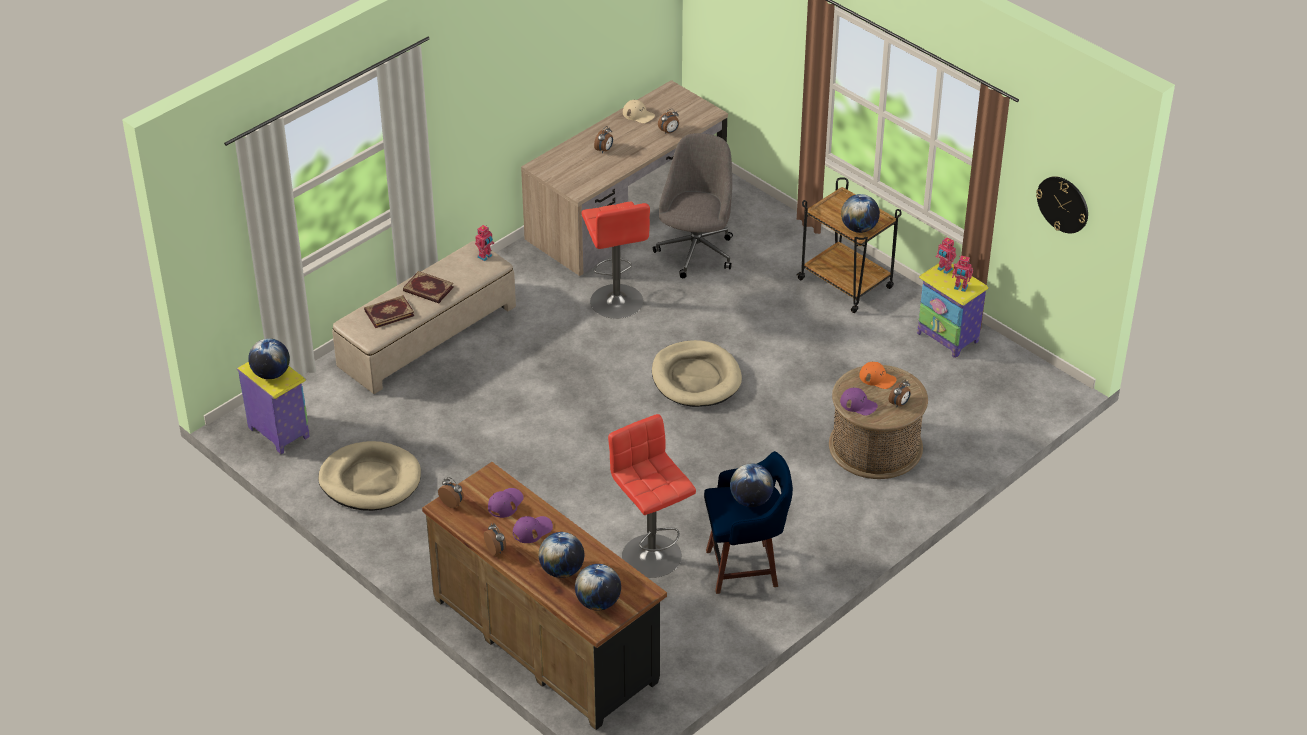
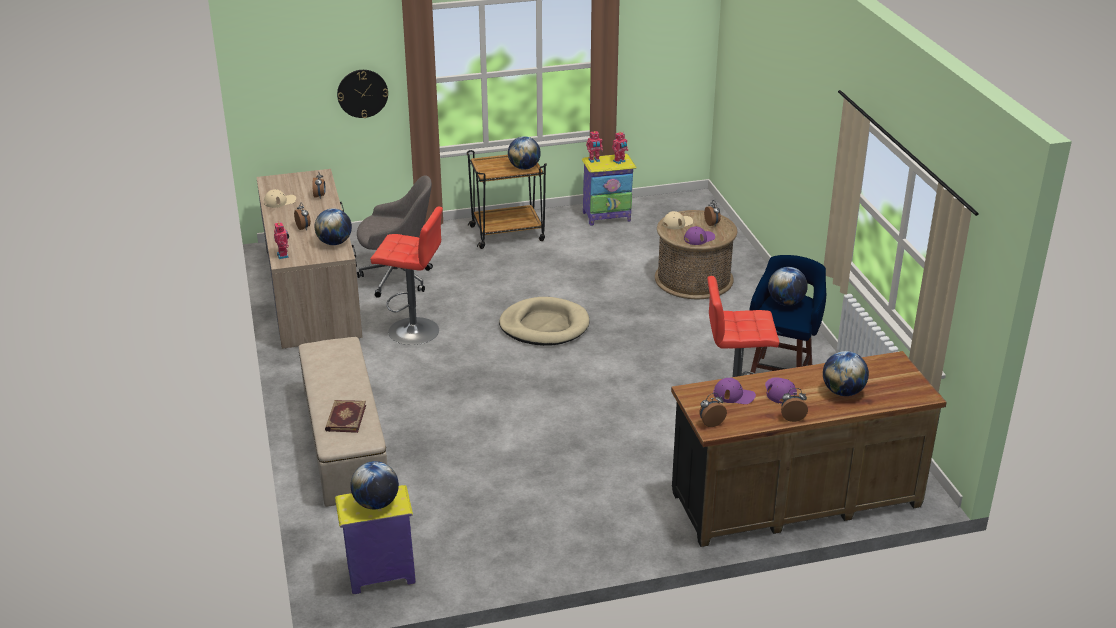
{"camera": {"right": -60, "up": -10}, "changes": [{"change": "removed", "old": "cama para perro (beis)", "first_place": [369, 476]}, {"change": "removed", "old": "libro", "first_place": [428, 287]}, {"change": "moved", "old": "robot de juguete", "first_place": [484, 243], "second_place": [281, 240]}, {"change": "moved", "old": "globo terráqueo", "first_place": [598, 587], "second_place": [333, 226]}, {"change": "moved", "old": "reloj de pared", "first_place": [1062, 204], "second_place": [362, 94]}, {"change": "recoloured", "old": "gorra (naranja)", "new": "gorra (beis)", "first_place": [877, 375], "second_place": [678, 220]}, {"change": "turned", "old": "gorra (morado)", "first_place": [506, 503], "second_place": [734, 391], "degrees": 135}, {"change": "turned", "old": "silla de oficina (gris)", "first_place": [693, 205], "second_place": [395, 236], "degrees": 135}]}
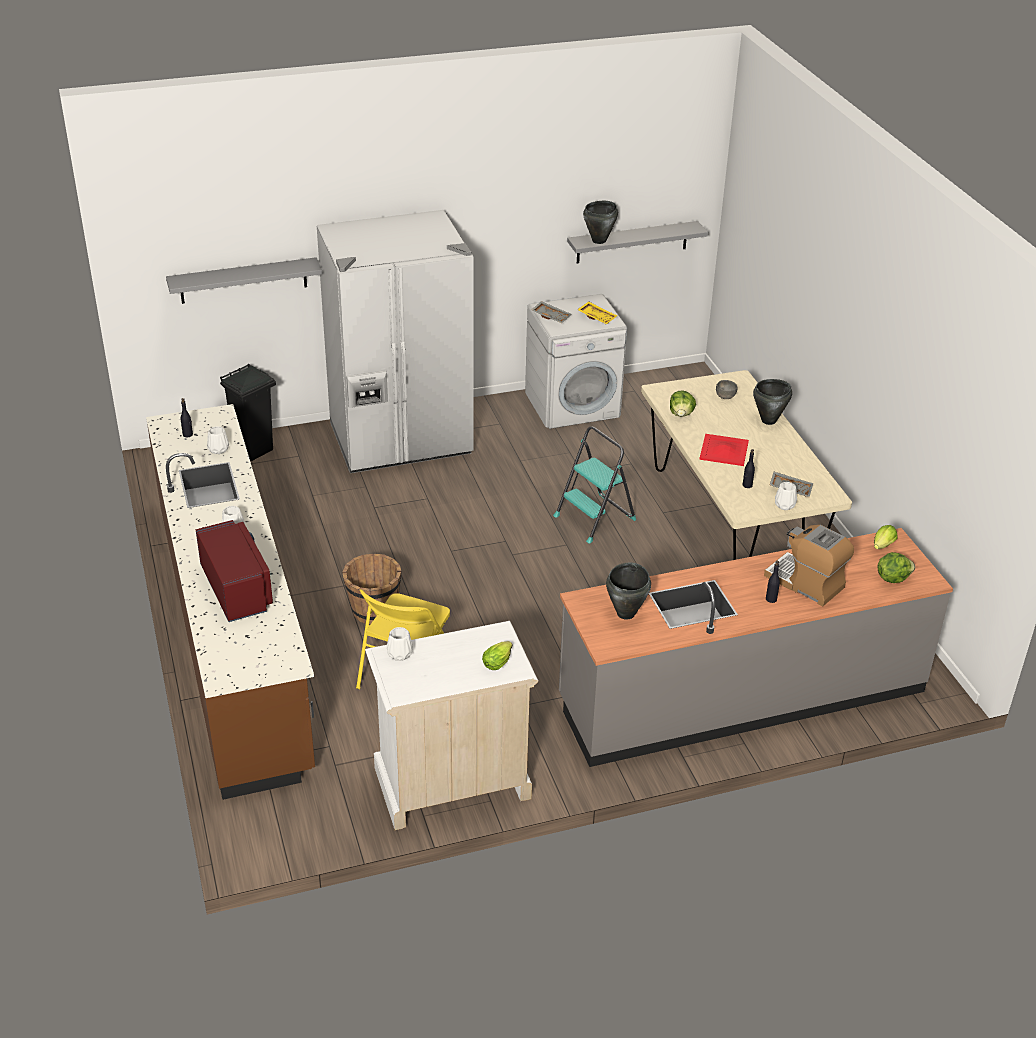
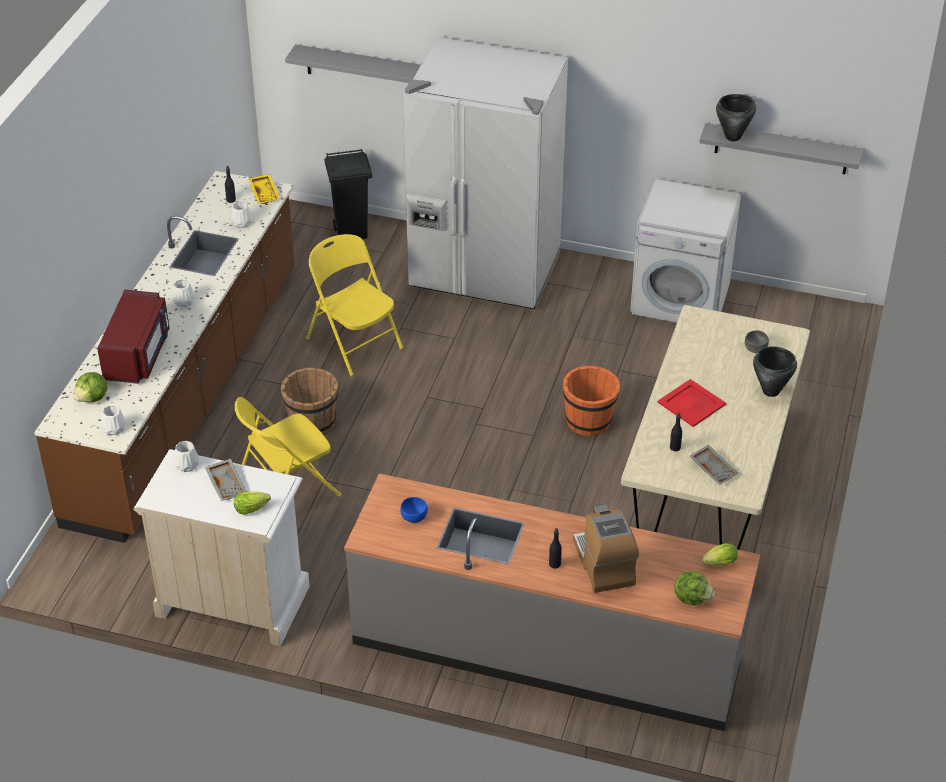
{"camera": {"right": 35, "up": 5}, "changes": [{"change": "added", "new": "silla (amarillo)", "second_place": [354, 305]}, {"change": "moved", "old": "bandeja (gris)", "first_place": [551, 312], "second_place": [226, 480]}, {"change": "moved", "old": "bandeja (amarillo)", "first_place": [597, 313], "second_place": [264, 189]}, {"change": "moved", "old": "lechuga", "first_place": [683, 403], "second_place": [90, 387]}, {"change": "moved", "old": "florero (blanco)", "first_place": [786, 496], "second_place": [114, 420]}, {"change": "replaced", "old": "escalera de tijera (turquesa)", "new": "cubo (naranja)", "first_place": [594, 484], "second_place": [591, 400]}, {"change": "replaced", "old": "olla (negro)", "new": "cuenco (azul)", "first_place": [628, 591], "second_place": [414, 510]}]}
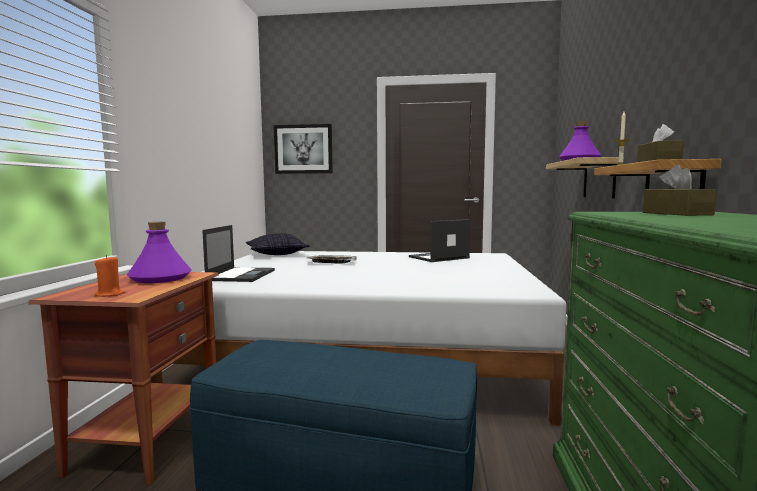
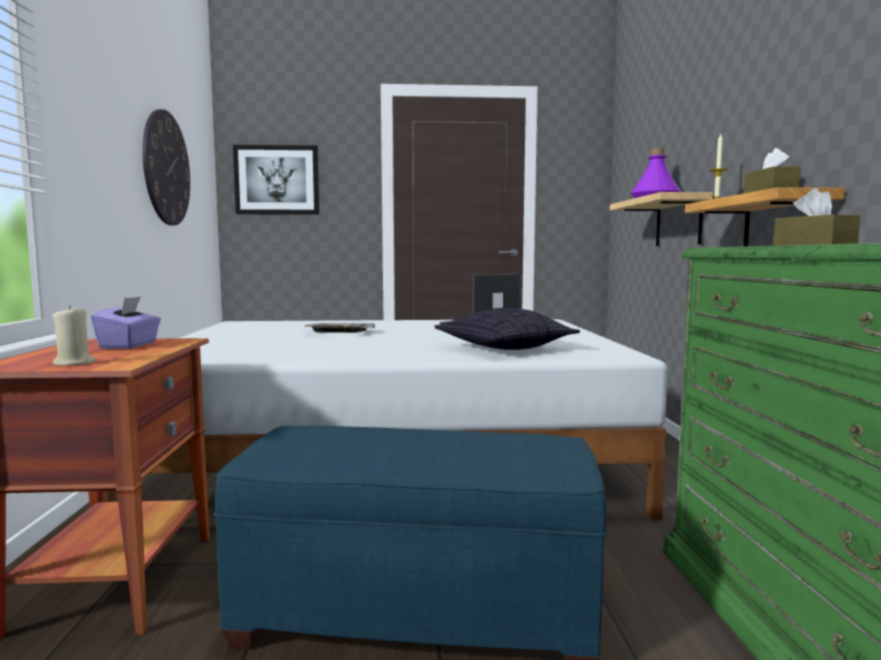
{"camera": {"right": -10, "up": 0}, "changes": [{"change": "removed", "old": "portátil", "first_place": [238, 253]}, {"change": "added", "new": "reloj de pared", "second_place": [166, 167]}, {"change": "moved", "old": "cojín", "first_place": [277, 244], "second_place": [507, 329]}, {"change": "replaced", "old": "botella (morado)", "new": "caja de pañuelos (morado)", "first_place": [159, 252], "second_place": [126, 322]}, {"change": "recoloured", "old": "vela (naranja)", "new": "vela (beis)", "first_place": [110, 276], "second_place": [74, 335]}]}
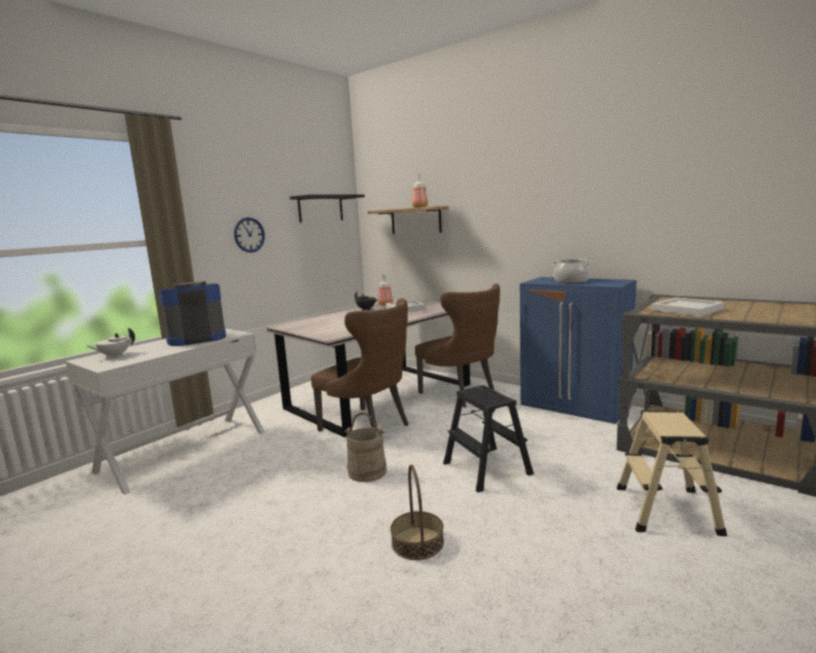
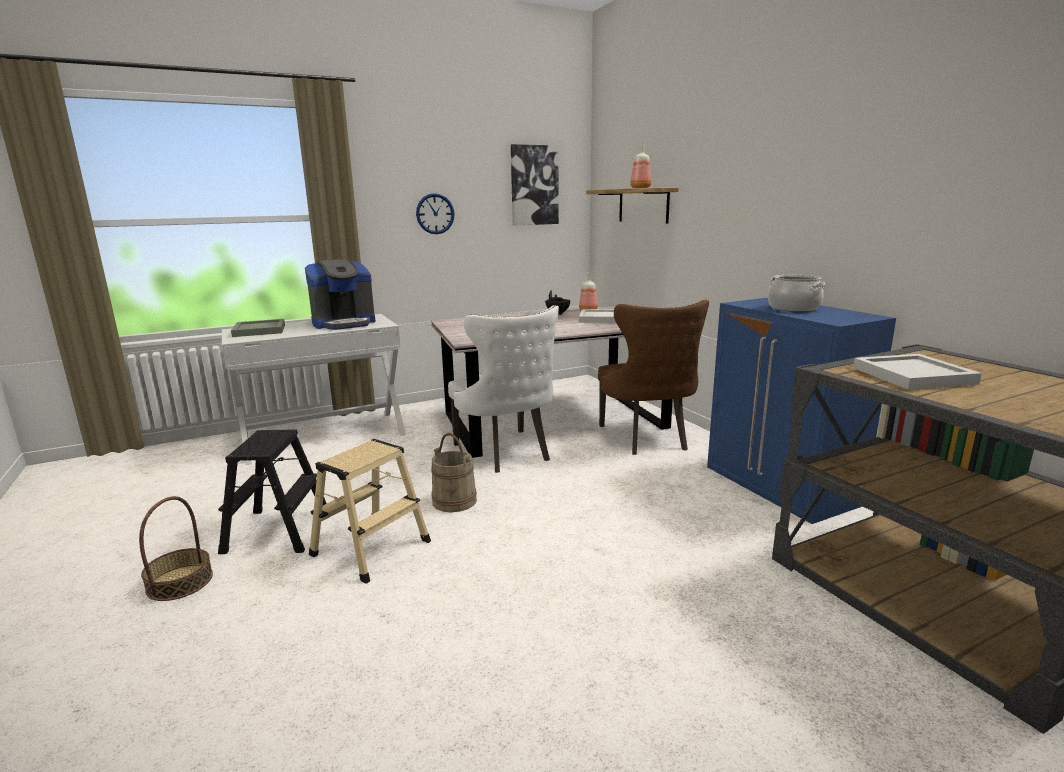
{"camera": {"right": 25, "up": 5}, "changes": [{"change": "moved", "old": "cesta", "first_place": [417, 512], "second_place": [176, 548]}, {"change": "moved", "old": "escalera de tijera (negro)", "first_place": [488, 438], "second_place": [272, 491]}, {"change": "moved", "old": "escalera de tijera (beis)", "first_place": [672, 473], "second_place": [370, 511]}, {"change": "replaced", "old": "tetera (blanco)", "new": "bandeja (gris)", "first_place": [111, 343], "second_place": [258, 328]}, {"change": "replaced", "old": "estante (negro)", "new": "cuadro", "first_place": [327, 209], "second_place": [535, 185]}, {"change": "recoloured", "old": "silla (marrón)", "new": "silla (blanco)", "first_place": [360, 365], "second_place": [503, 389]}, {"change": "turned", "old": "cafetera", "first_place": [192, 313], "second_place": [340, 294], "degrees": 150}]}
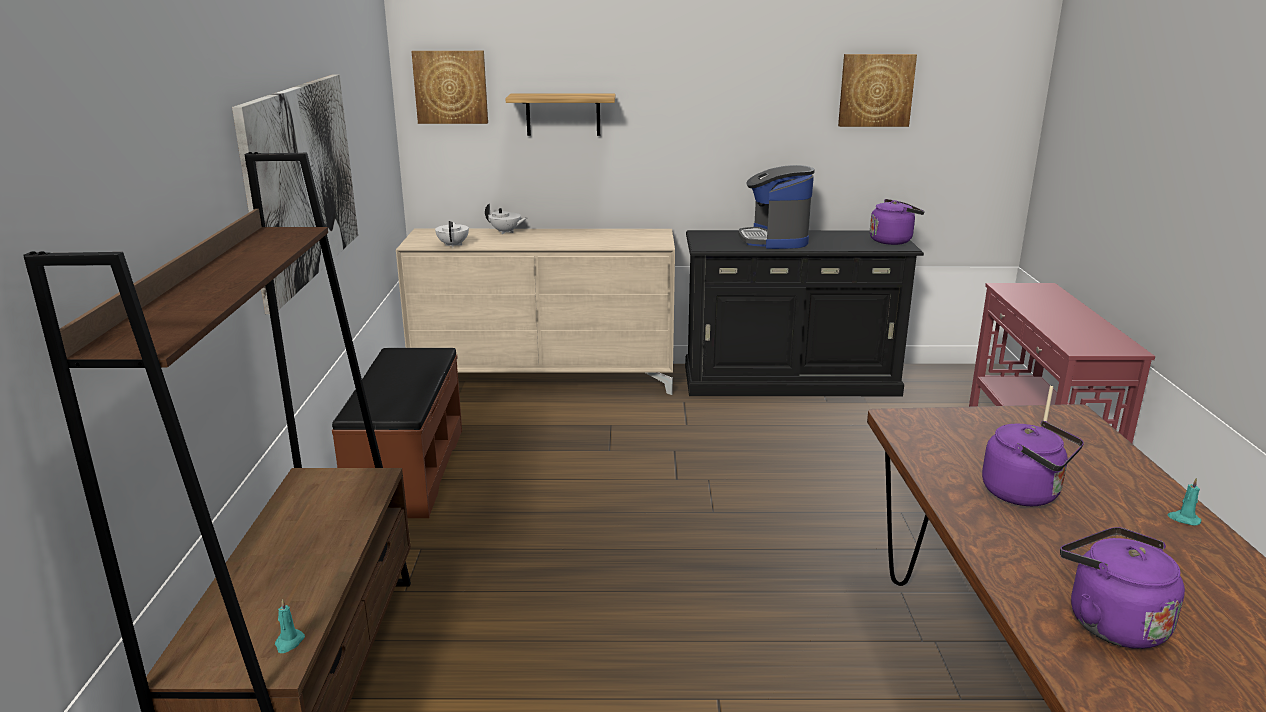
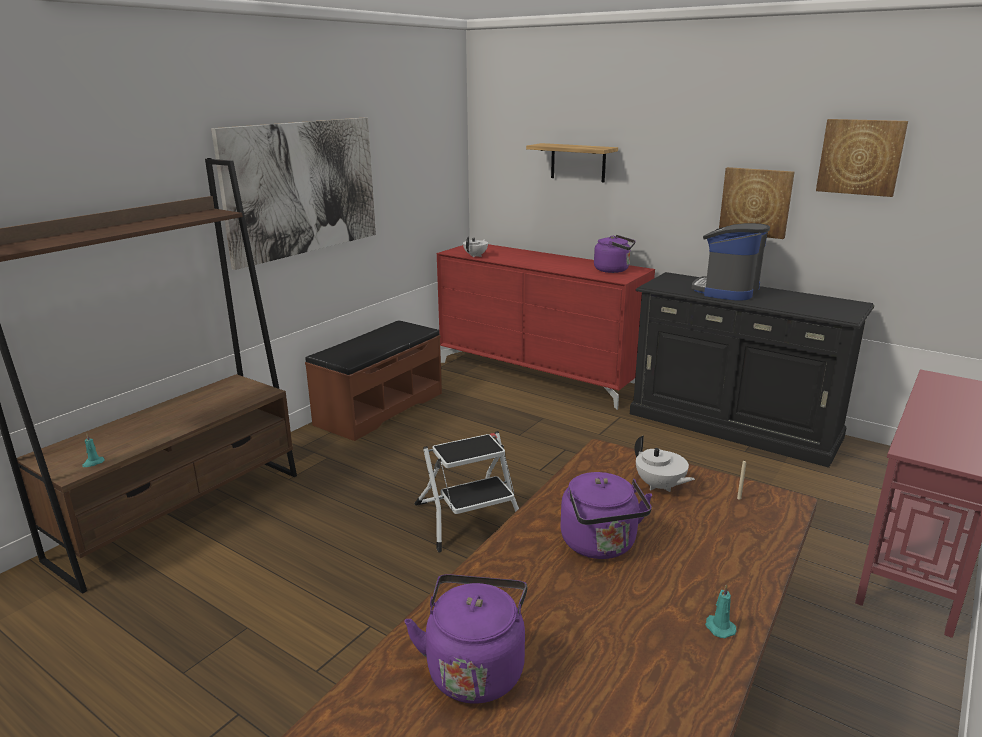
{"camera": {"right": 35, "up": 0}, "changes": [{"change": "added", "new": "escalera de tijera", "second_place": [466, 492]}, {"change": "moved", "old": "cuadro", "first_place": [449, 87], "second_place": [757, 203]}, {"change": "moved", "old": "tetera (blanco)", "first_place": [506, 218], "second_place": [665, 464]}, {"change": "moved", "old": "hervidor (morado)", "first_place": [897, 222], "second_place": [615, 254]}, {"change": "recoloured", "old": "cómoda (beis)", "new": "cómoda (rojo)", "first_place": [535, 312], "second_place": [546, 327]}]}
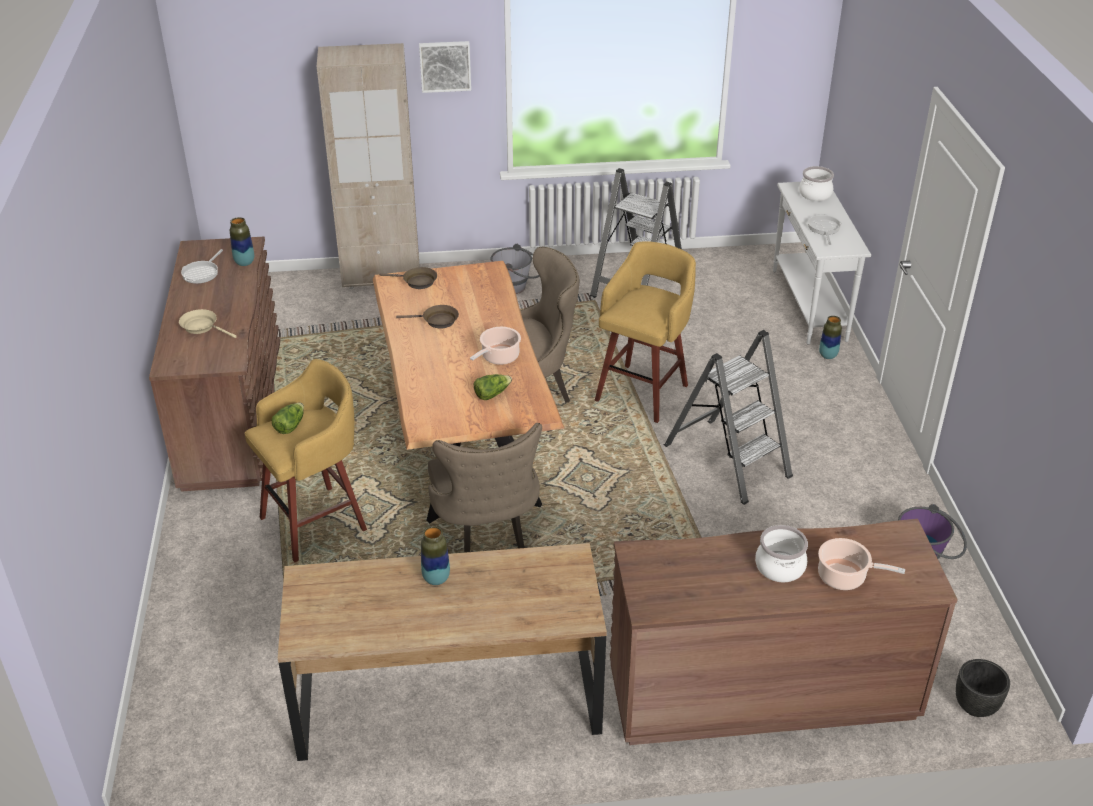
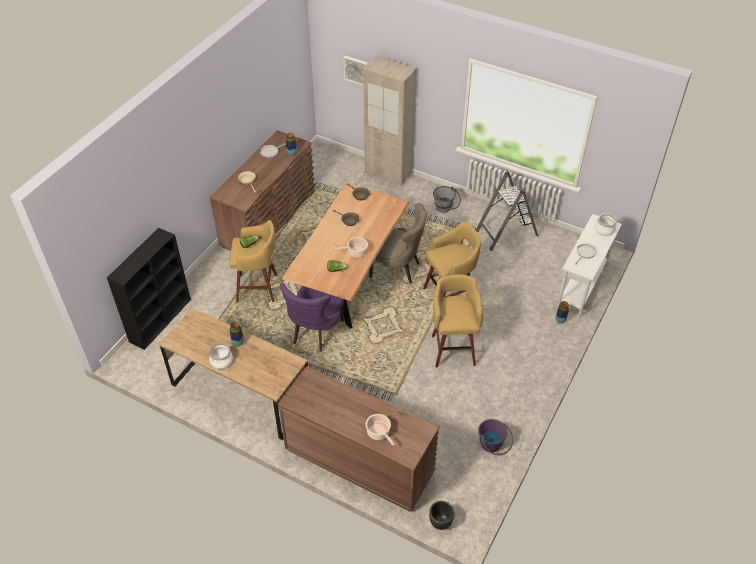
{"camera": {"right": 35, "up": 10}, "changes": [{"change": "added", "new": "estantería (negro)", "second_place": [149, 289]}, {"change": "moved", "old": "cuadro", "first_place": [445, 67], "second_place": [356, 70]}, {"change": "moved", "old": "olla", "first_place": [781, 553], "second_place": [221, 356]}, {"change": "replaced", "old": "escalera de tijera (gris)", "new": "taburete (amarillo)", "first_place": [728, 417], "second_place": [457, 321]}, {"change": "recoloured", "old": "silla (beis)", "new": "silla (morado)", "first_place": [485, 488], "second_place": [312, 317]}]}
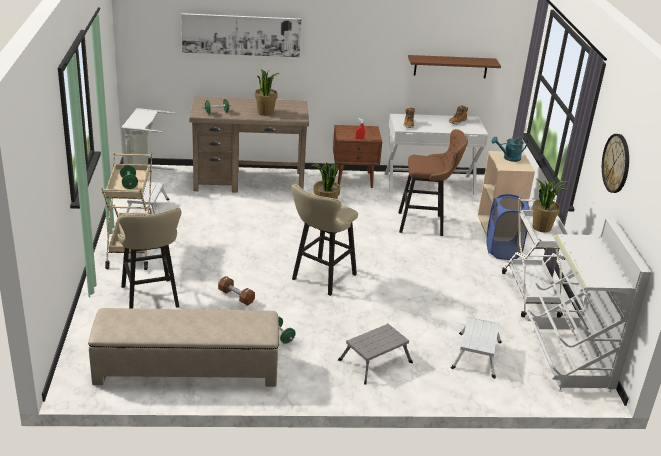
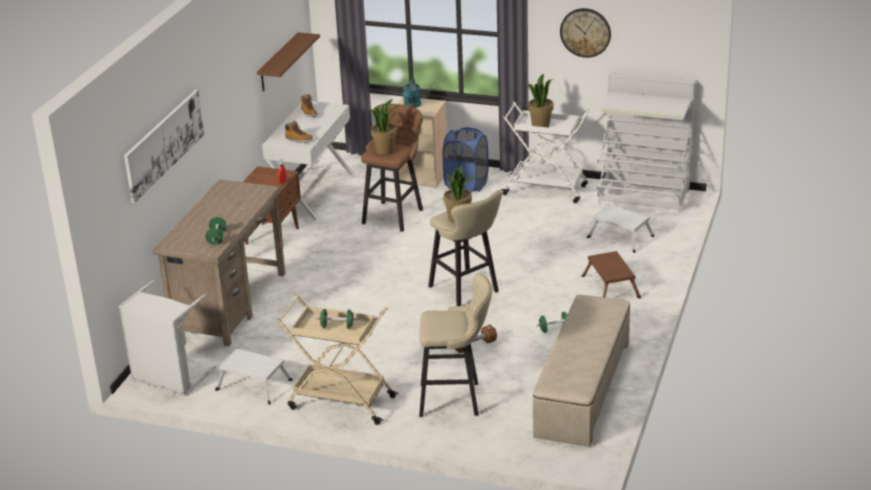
{"camera": {"right": -65, "up": 0}, "changes": [{"change": "moved", "old": "planta en maceta", "first_place": [267, 92], "second_place": [382, 127]}, {"change": "recoloured", "old": "escalera de tijera (gris)", "new": "escalera de tijera (marrón)", "first_place": [375, 353], "second_place": [611, 275]}]}
